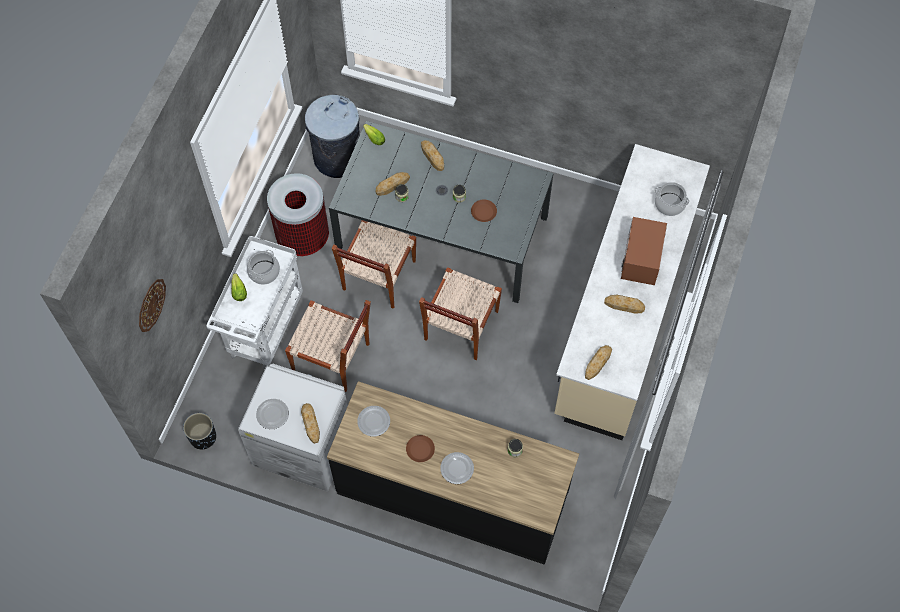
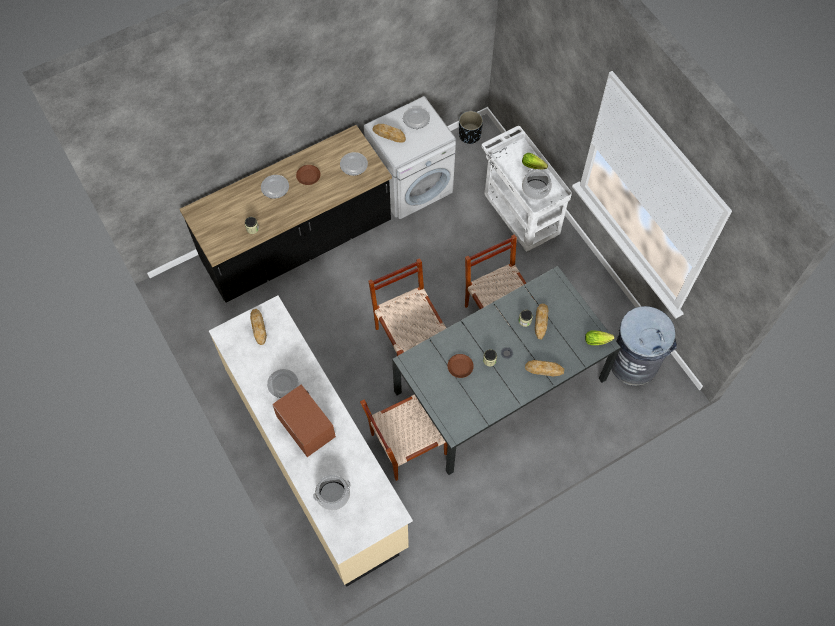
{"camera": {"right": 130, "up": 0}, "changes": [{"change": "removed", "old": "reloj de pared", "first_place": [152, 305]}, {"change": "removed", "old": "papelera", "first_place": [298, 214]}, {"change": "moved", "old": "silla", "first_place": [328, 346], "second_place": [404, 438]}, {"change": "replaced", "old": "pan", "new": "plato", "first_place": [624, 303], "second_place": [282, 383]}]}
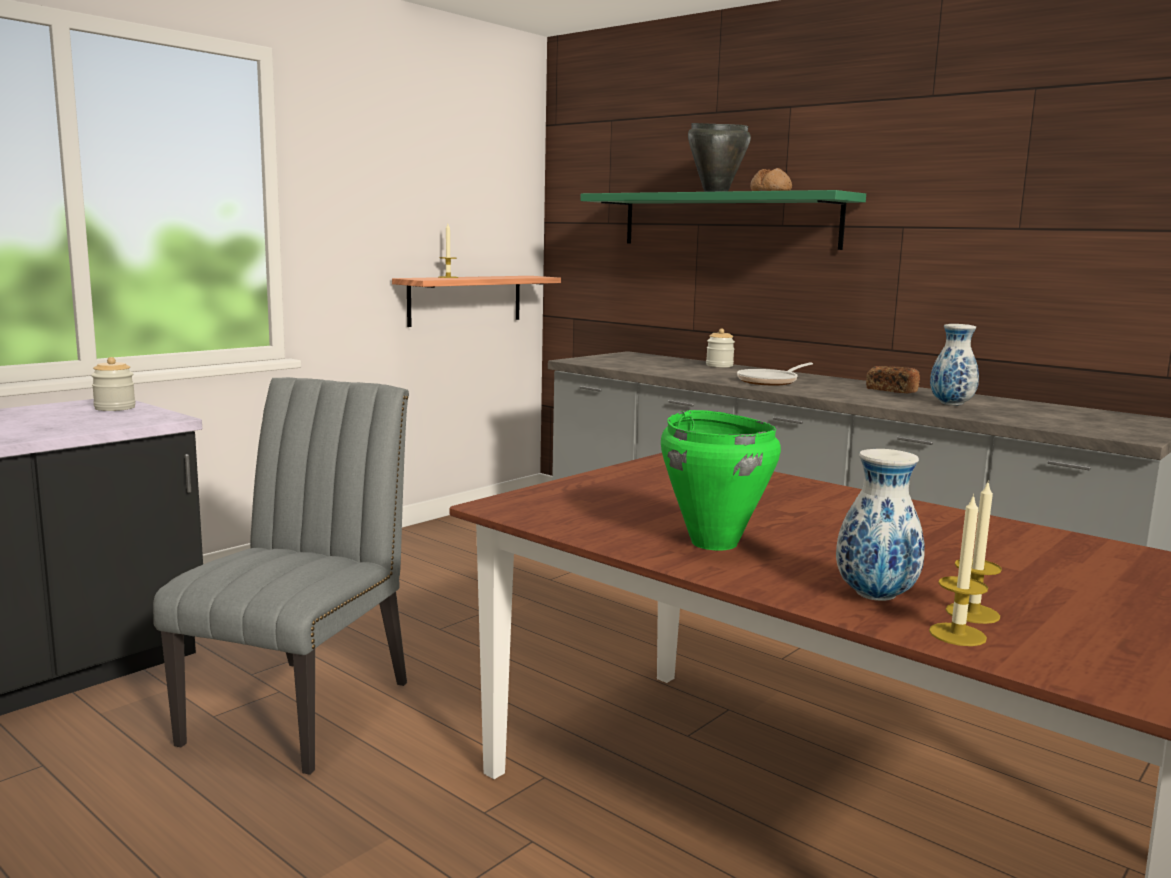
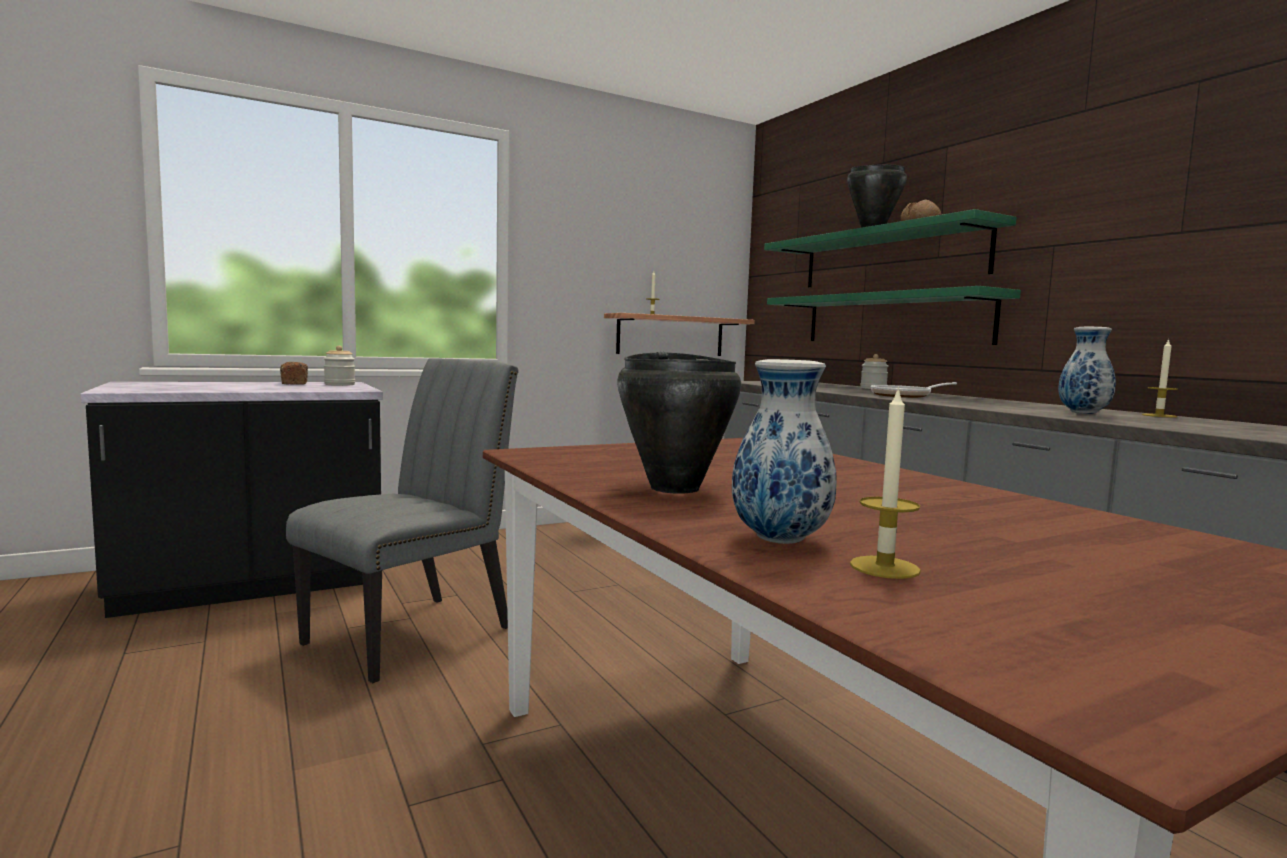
{"camera": {"right": 20, "up": -5}, "changes": [{"change": "added", "new": "estante (verde)", "second_place": [894, 315]}, {"change": "moved", "old": "pan", "first_place": [893, 379], "second_place": [294, 373]}, {"change": "moved", "old": "vela", "first_place": [958, 570], "second_place": [1160, 378]}, {"change": "recoloured", "old": "olla (verde)", "new": "olla (negro)", "first_place": [721, 480], "second_place": [679, 423]}]}
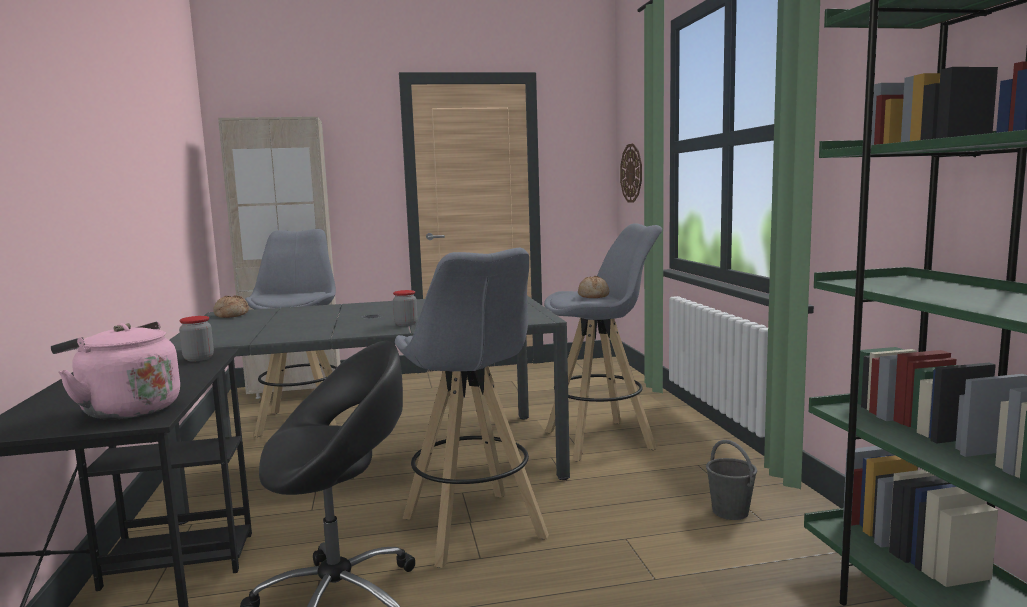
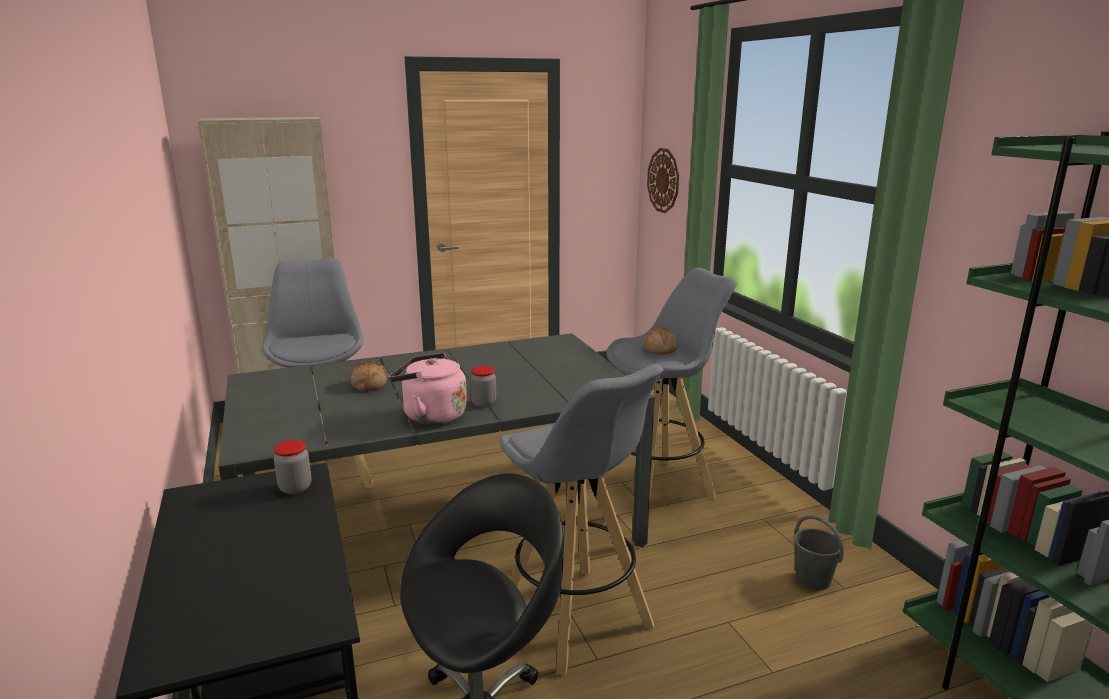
{"camera": {"right": -10, "up": 10}, "changes": [{"change": "moved", "old": "hervidor (rosa)", "first_place": [115, 371], "second_place": [428, 389]}, {"change": "moved", "old": "pan", "first_place": [231, 306], "second_place": [368, 376]}]}
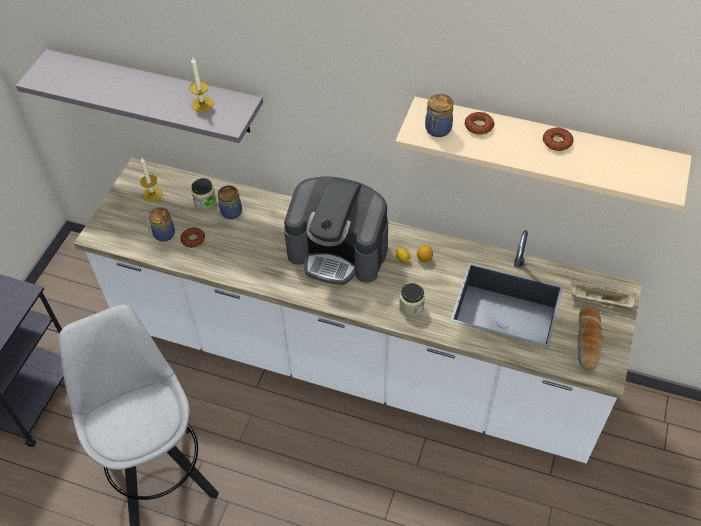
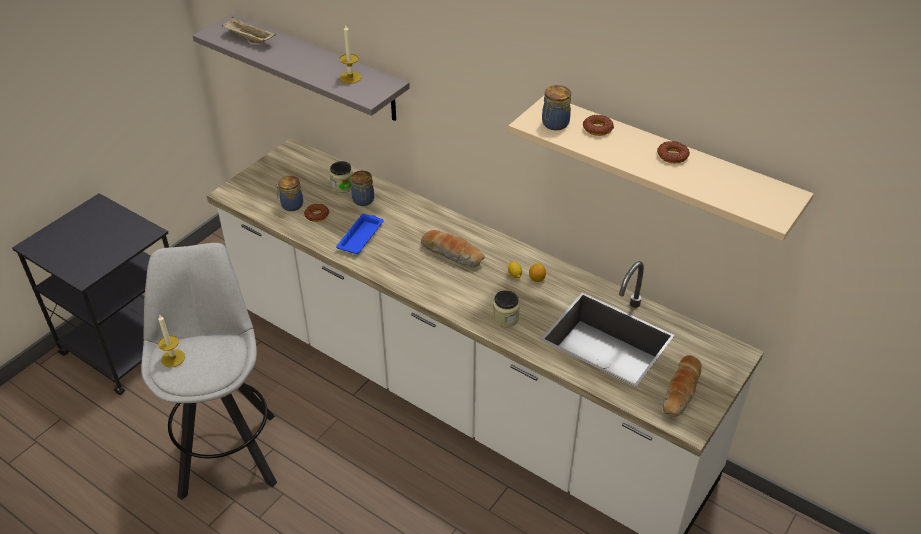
{"camera": {"right": 15, "up": -10}, "changes": [{"change": "added", "new": "bandeja (azul)", "second_place": [360, 234]}, {"change": "moved", "old": "vela", "first_place": [151, 179], "second_place": [171, 341]}, {"change": "moved", "old": "bandeja (beis)", "first_place": [603, 293], "second_place": [249, 30]}, {"change": "replaced", "old": "cafetera", "new": "pan", "first_place": [336, 230], "second_place": [453, 249]}]}
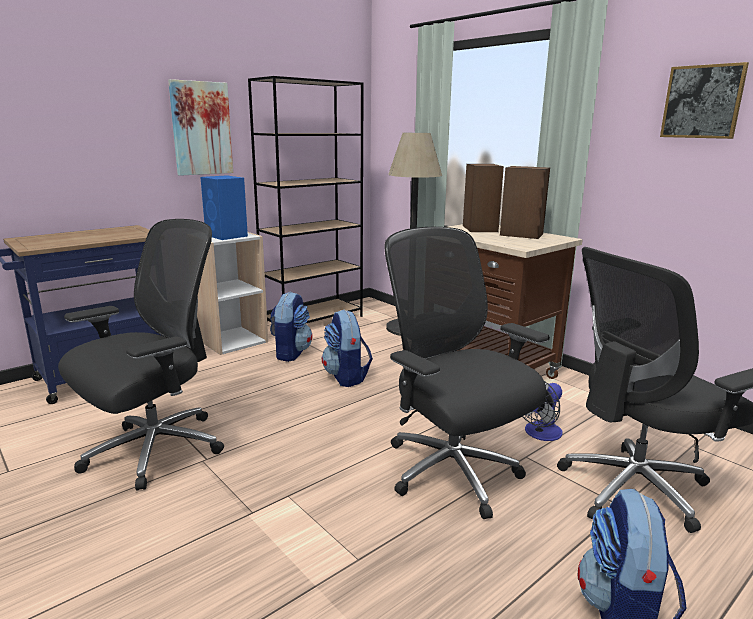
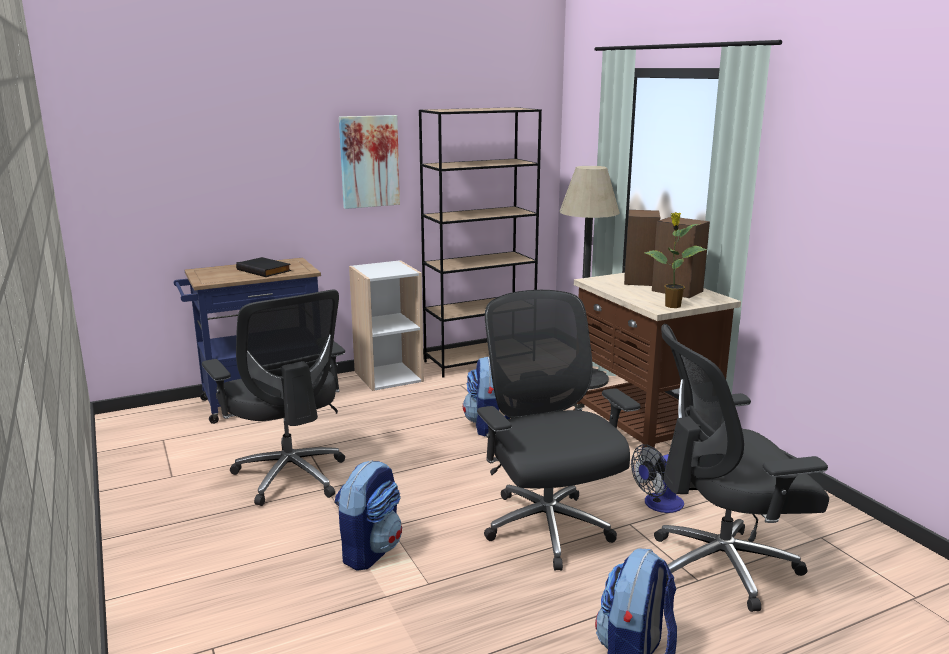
{"camera": {"right": 15, "up": 0}, "changes": [{"change": "removed", "old": "altavoz (azul)", "first_place": [224, 207]}, {"change": "removed", "old": "cuadro", "first_place": [704, 100]}, {"change": "added", "new": "libro (negro)", "second_place": [263, 267]}, {"change": "added", "new": "planta en maceta", "second_place": [675, 260]}, {"change": "moved", "old": "mochila", "first_place": [291, 327], "second_place": [368, 515]}, {"change": "turned", "old": "silla de oficina", "first_place": [141, 355], "second_place": [273, 398], "degrees": 90}]}
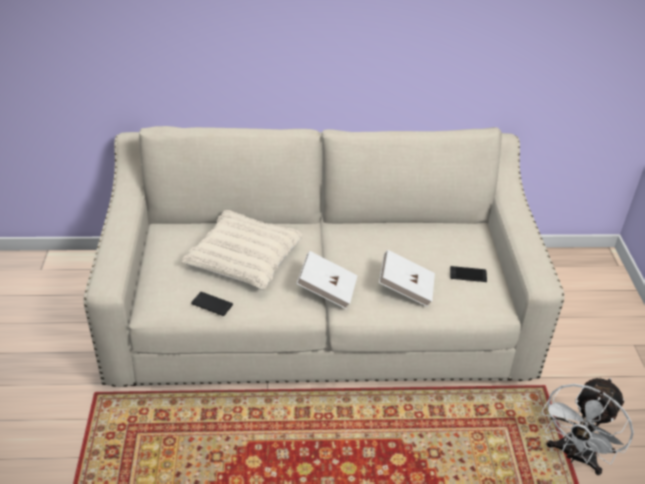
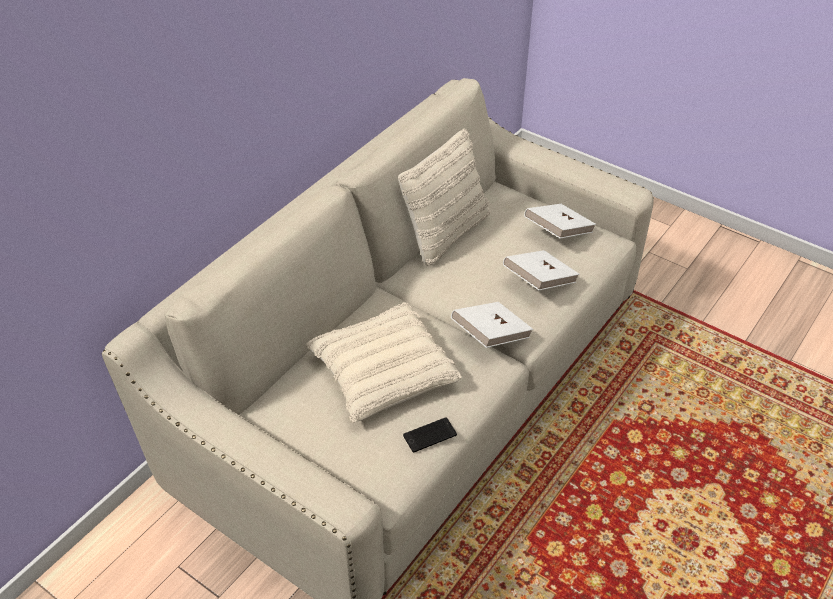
{"camera": {"right": -50, "up": 5}, "changes": [{"change": "removed", "old": "ventilador (blanco)", "first_place": [587, 426]}, {"change": "added", "new": "cojín (beis)", "second_place": [444, 197]}, {"change": "replaced", "old": "móvil", "new": "libro (blanco)", "first_place": [468, 274], "second_place": [560, 221]}]}
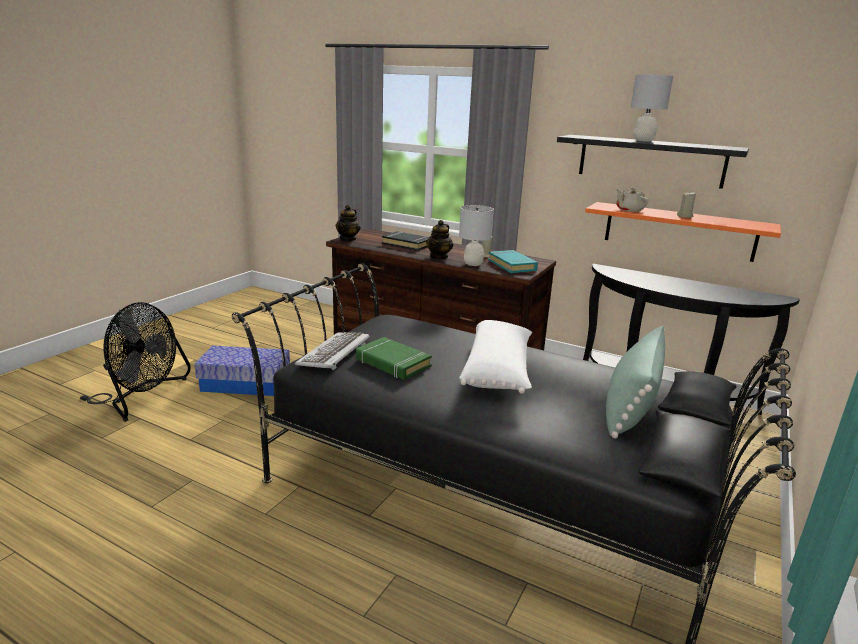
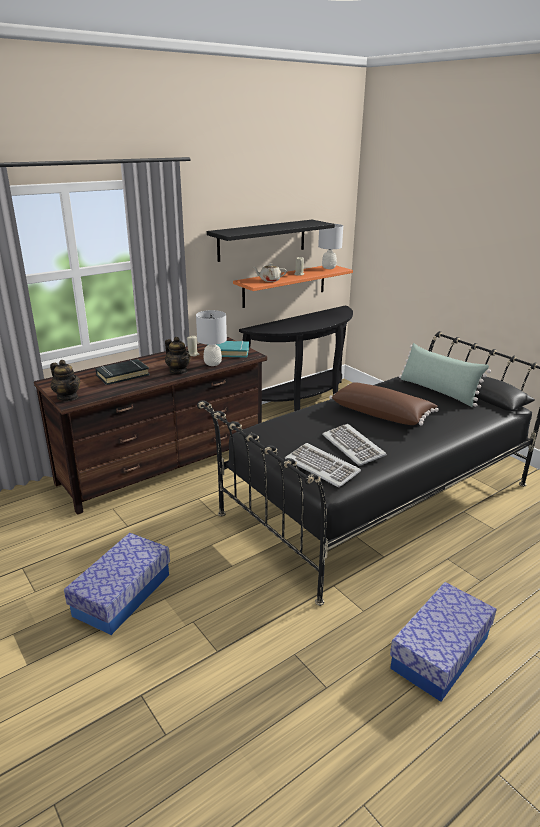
{"camera": {"right": -65, "up": 5}, "changes": [{"change": "removed", "old": "ventilador (negro)", "first_place": [135, 362]}, {"change": "added", "new": "caja de almacenaje", "second_place": [443, 642]}, {"change": "moved", "old": "lámpara de mesa (gris)", "first_place": [652, 108], "second_place": [330, 246]}, {"change": "replaced", "old": "libro (verde)", "new": "teclado", "first_place": [394, 358], "second_place": [354, 445]}, {"change": "recoloured", "old": "cojín (blanco)", "new": "cojín (marrón)", "first_place": [495, 357], "second_place": [384, 404]}]}
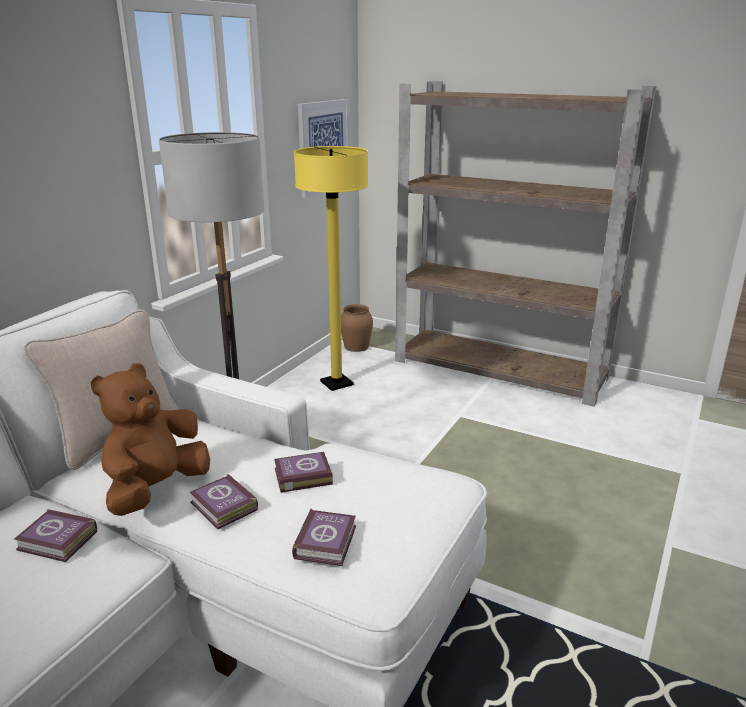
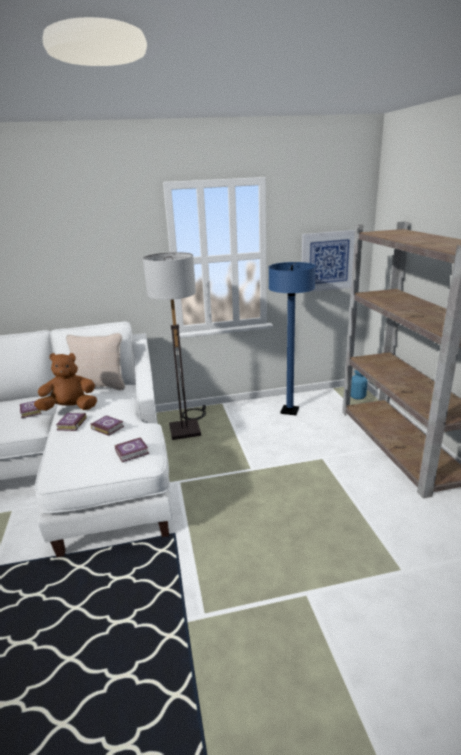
{"camera": {"right": 50, "up": 0}, "changes": [{"change": "removed", "old": "florero (marrón)", "first_place": [357, 328]}, {"change": "added", "new": "florero (azul)", "second_place": [359, 385]}, {"change": "moved", "old": "libro", "first_place": [324, 537], "second_place": [131, 449]}, {"change": "recoloured", "old": "lámpara de pie (amarillo)", "new": "lámpara de pie (azul)", "first_place": [331, 268], "second_place": [292, 338]}]}
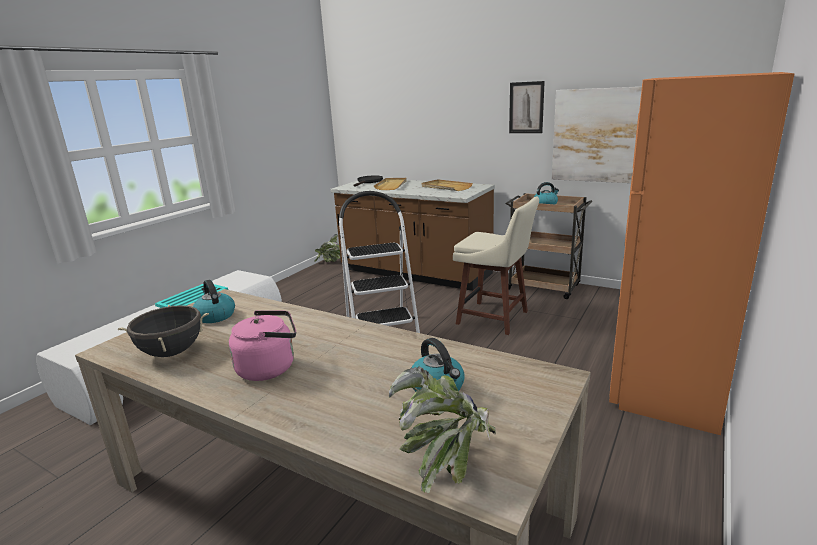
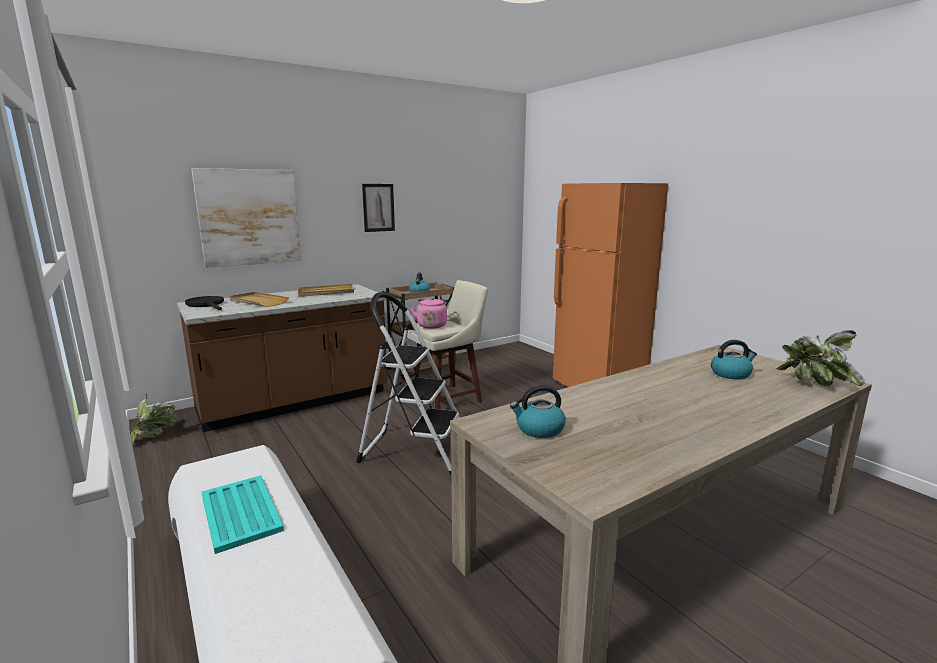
{"camera": {"right": -65, "up": -5}, "changes": [{"change": "removed", "old": "olla (negro)", "first_place": [163, 331]}, {"change": "moved", "old": "hervidor (rosa)", "first_place": [262, 345], "second_place": [429, 312]}, {"change": "moved", "old": "cuadro", "first_place": [597, 135], "second_place": [246, 218]}]}
